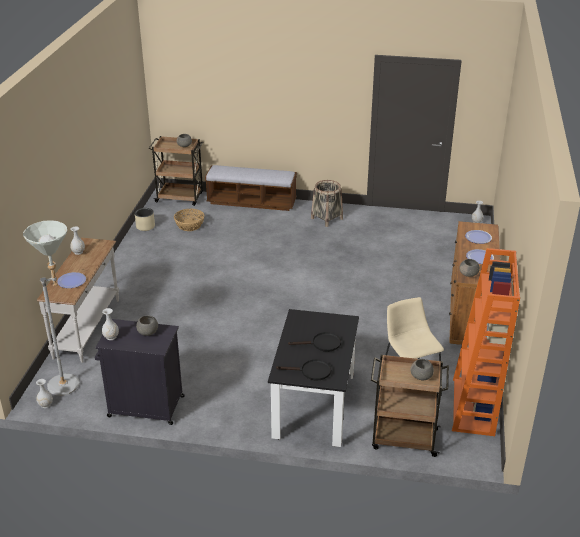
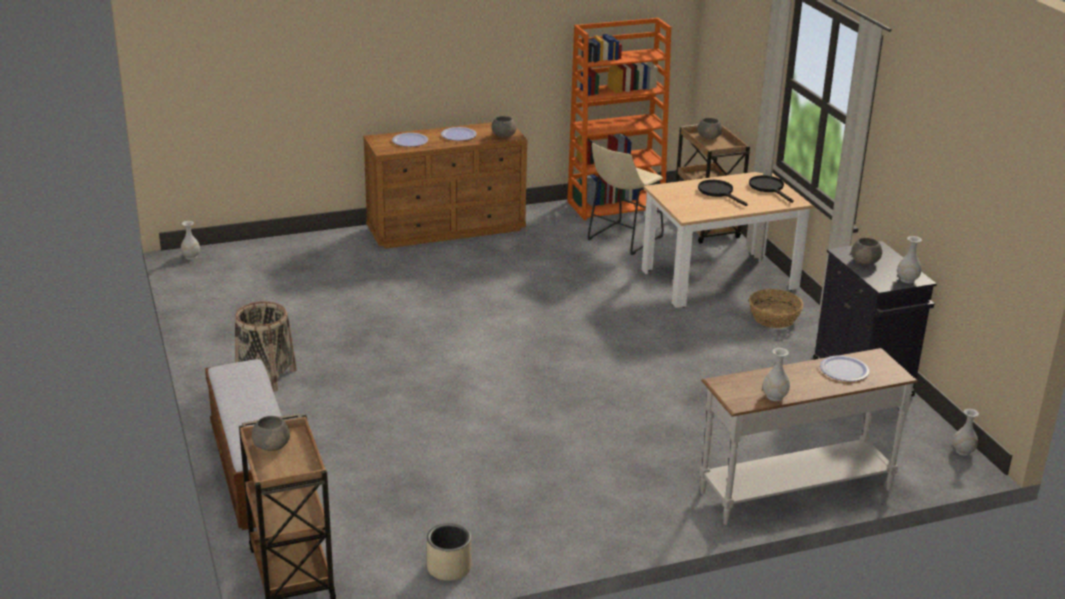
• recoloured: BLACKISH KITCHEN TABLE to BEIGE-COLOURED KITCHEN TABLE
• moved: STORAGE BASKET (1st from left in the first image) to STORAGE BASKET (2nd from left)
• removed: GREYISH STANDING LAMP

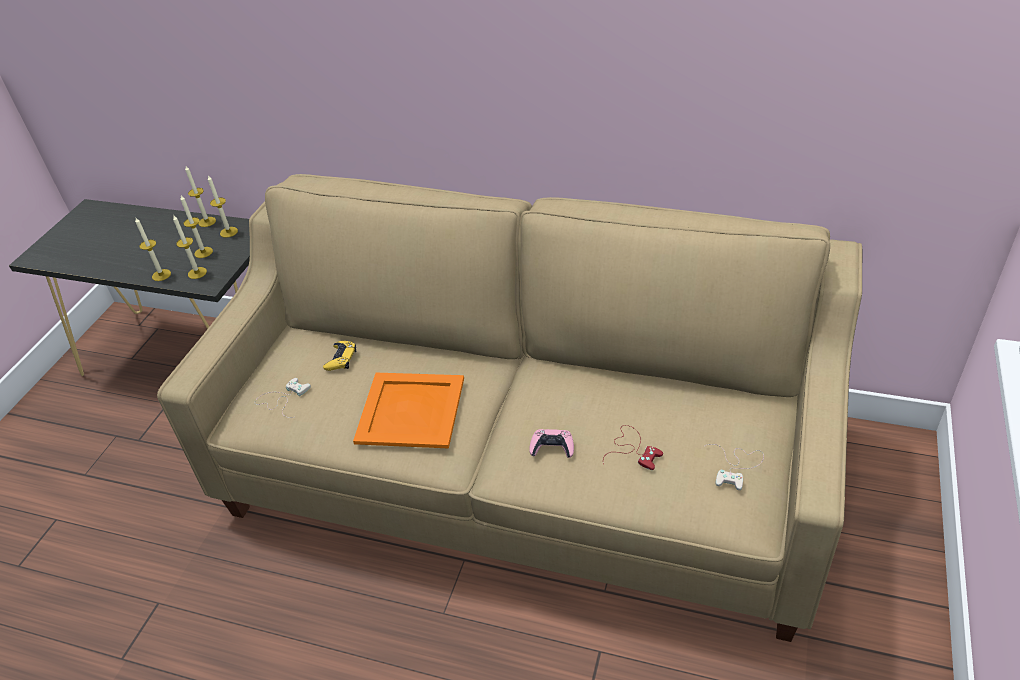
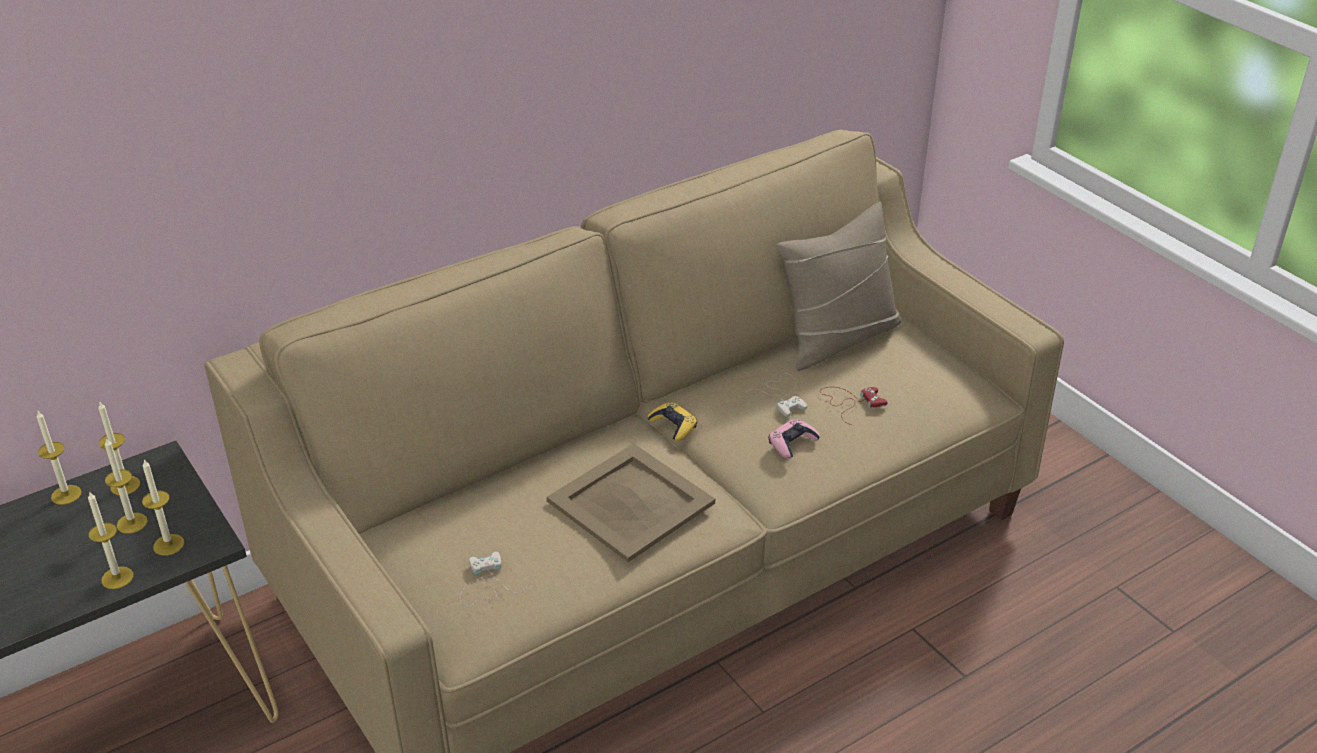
• recoloured: ORANGEY TRAY to BEIGE-COLOURED TRAY
• moved: YELLOWISH JOYPAD
• moved: WHITE JOYPAD (2nd from left)
• added: BEIGE-COLOURED THROW PILLOW

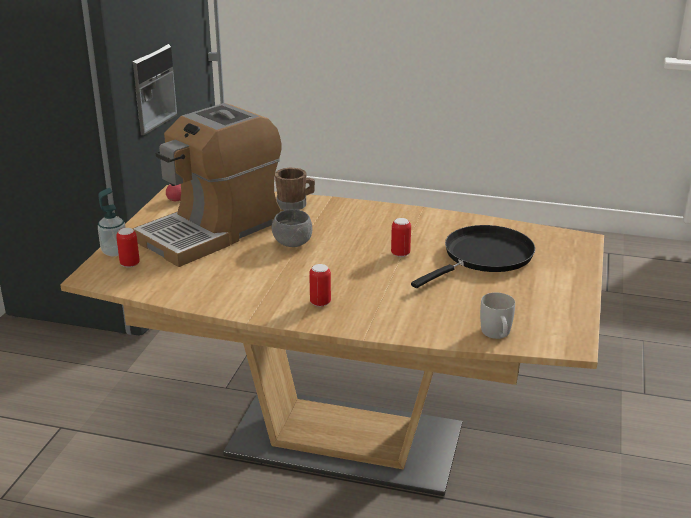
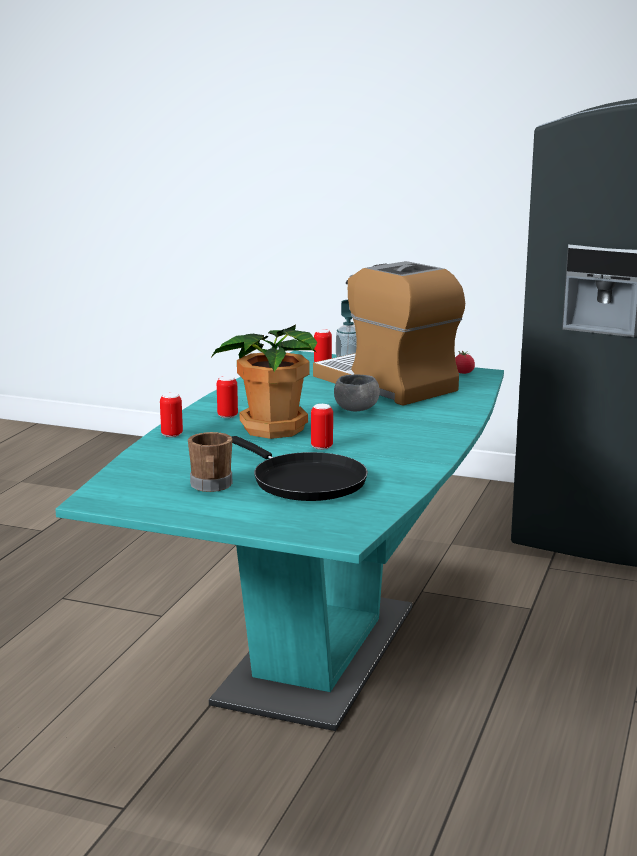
• recoloured: BROWN KITCHEN TABLE to BLUE-GREEN KITCHEN TABLE
• added: SEALED CAN (1st from left)
• moved: BROWN MUG
• added: POTTED PLANT
• removed: WHITE MUG

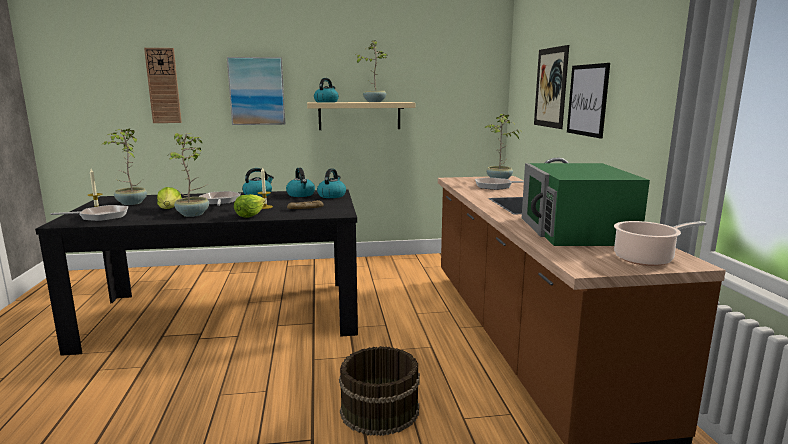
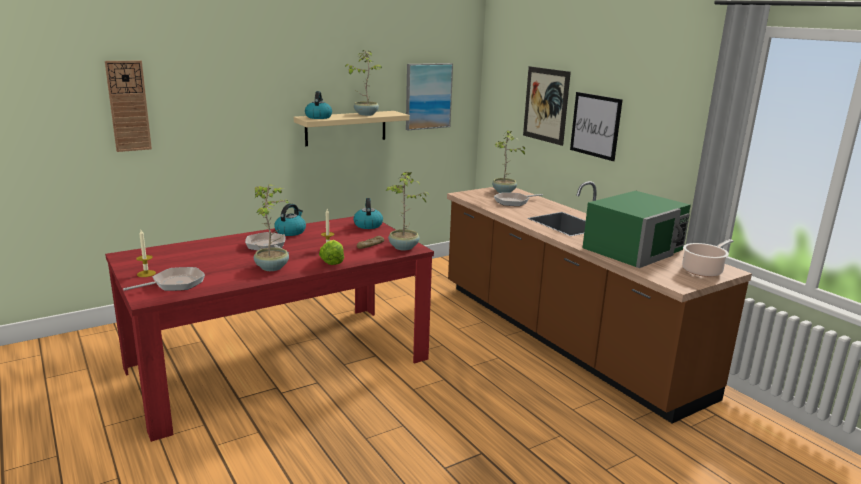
• recoloured: BLACKISH KITCHEN TABLE to RED KITCHEN TABLE
• moved: POTTED PLANT (1st from left in the first image) to POTTED PLANT (3rd from left)
• moved: WALL ART (1st from left)
• turned: GREEN-COLOURED KITCHEN MICROWAVE 105 degrees counterclockwise
• removed: HEAD OF LETTUCE (1st from left)
• removed: TEA KETTLE (2nd from left)
• removed: BROWN WATER BUCKET

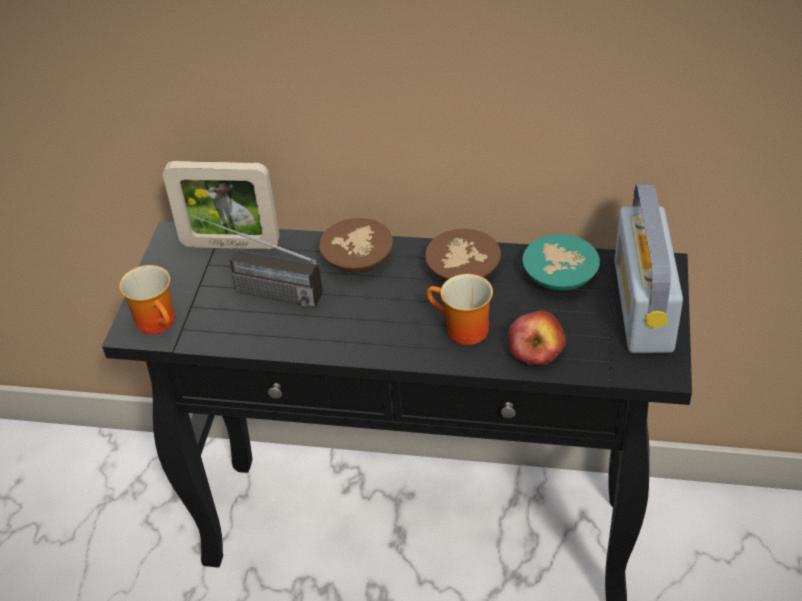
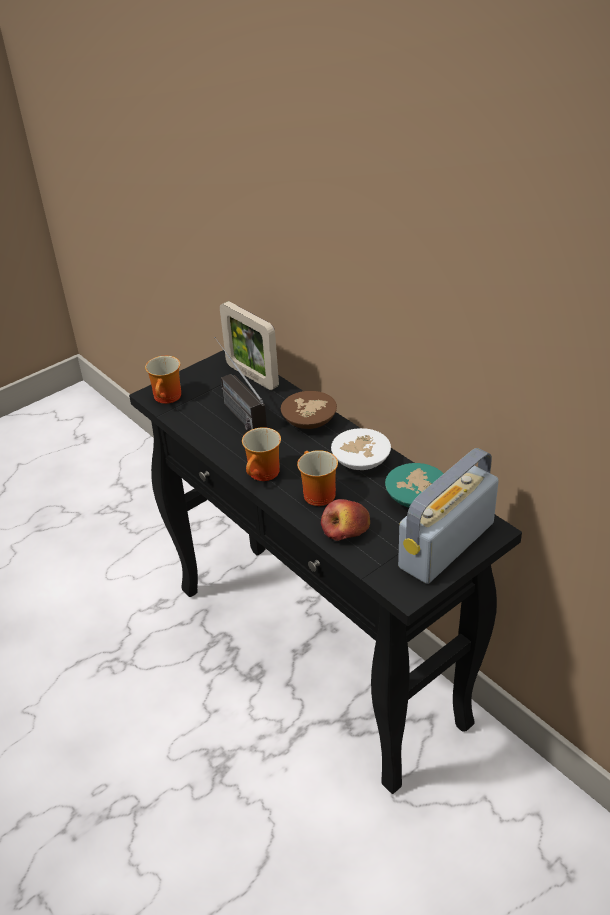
• added: MUG (2nd from left)
• recoloured: BROWN SERVING BOWL (2nd from left) to WHITE SERVING BOWL

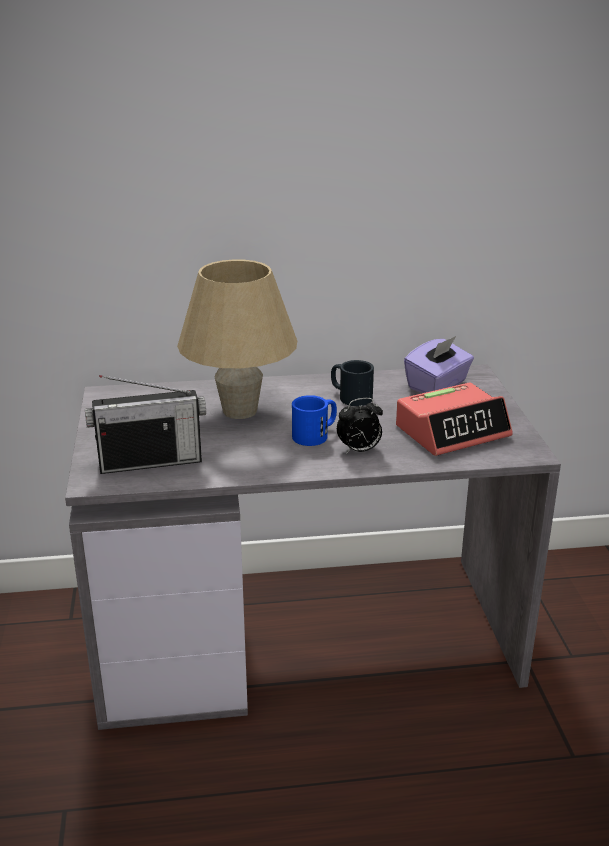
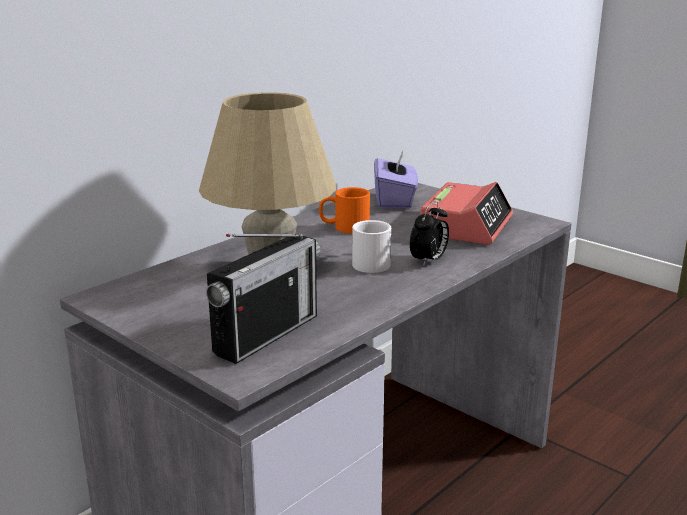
• recoloured: BLACKISH MUG to ORANGEY MUG
• recoloured: BLUE-COLOURED MUG to WHITE MUG

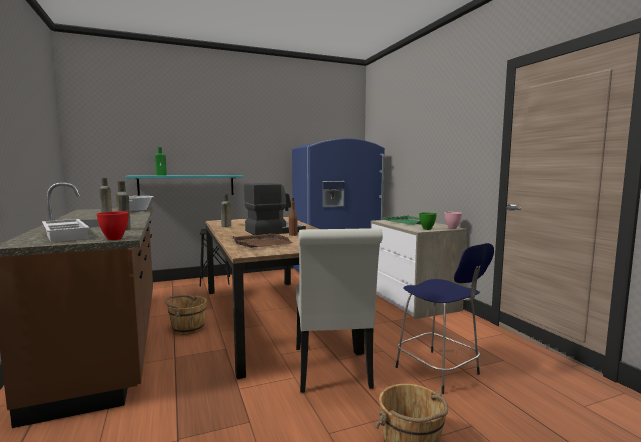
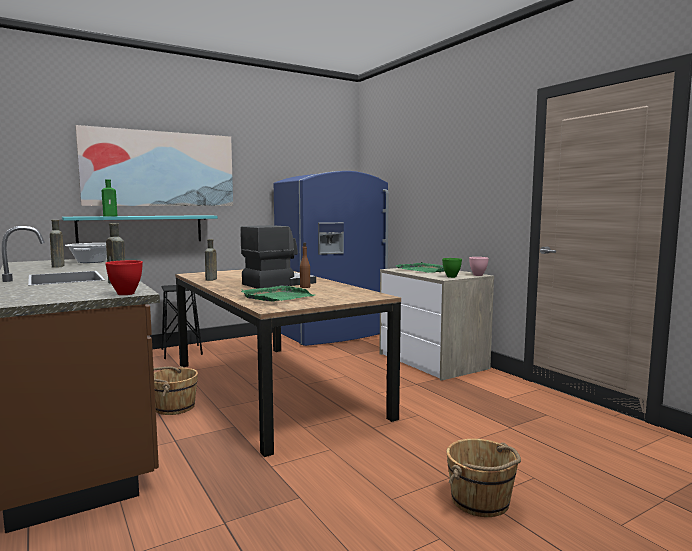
• added: WALL ART
• recoloured: BROWN TRAY to GREEN-COLOURED TRAY (1st from left)
• removed: WHITE TRAY
• removed: WHITE CHAIR
• removed: BLUE-COLOURED STOOL SEAT

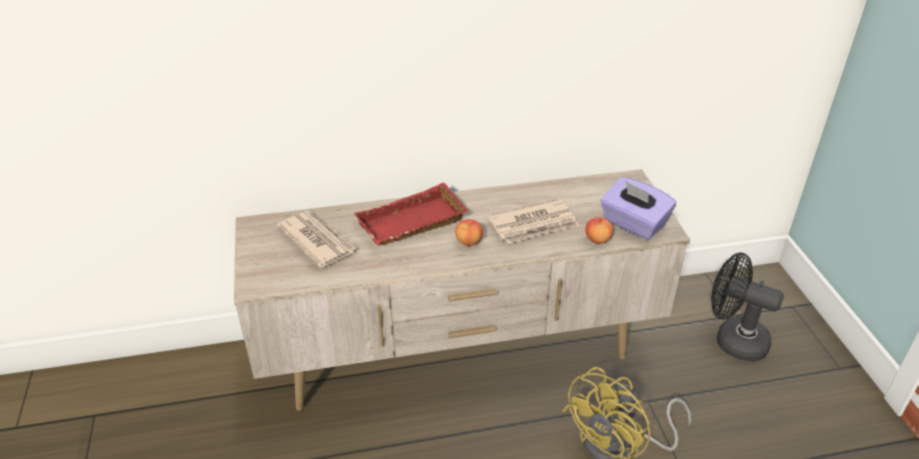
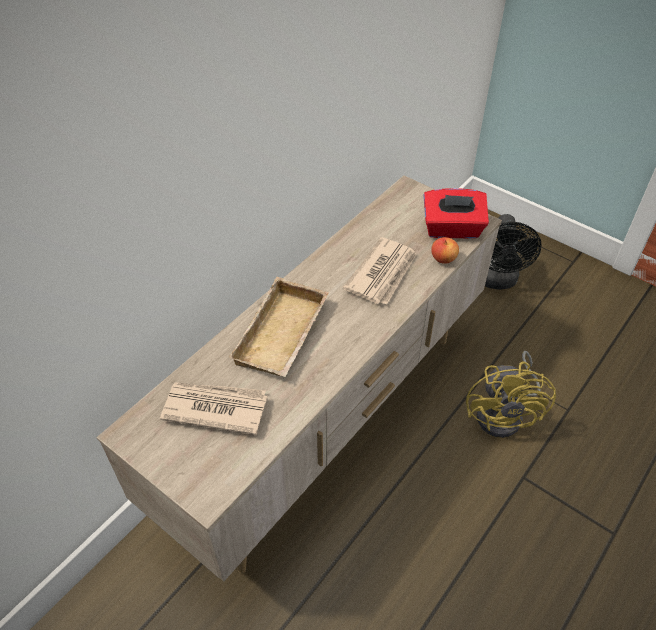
• recoloured: RED TRAY to BEIGE-COLOURED TRAY
• recoloured: PURPLISH TISSUE HOLDER to RED TISSUE HOLDER
• turned: BLACKISH COOLING FAN 75 degrees counterclockwise
• removed: APPLE FRUIT (1st from left)

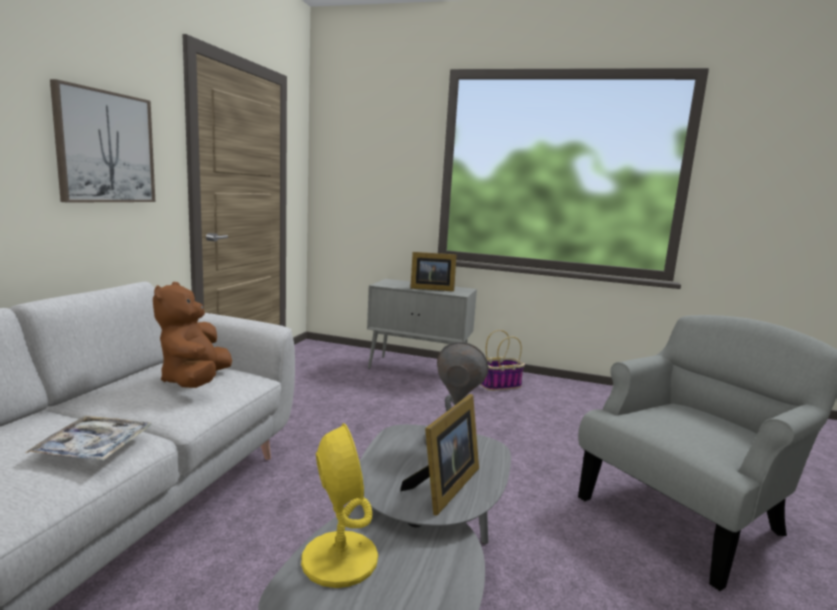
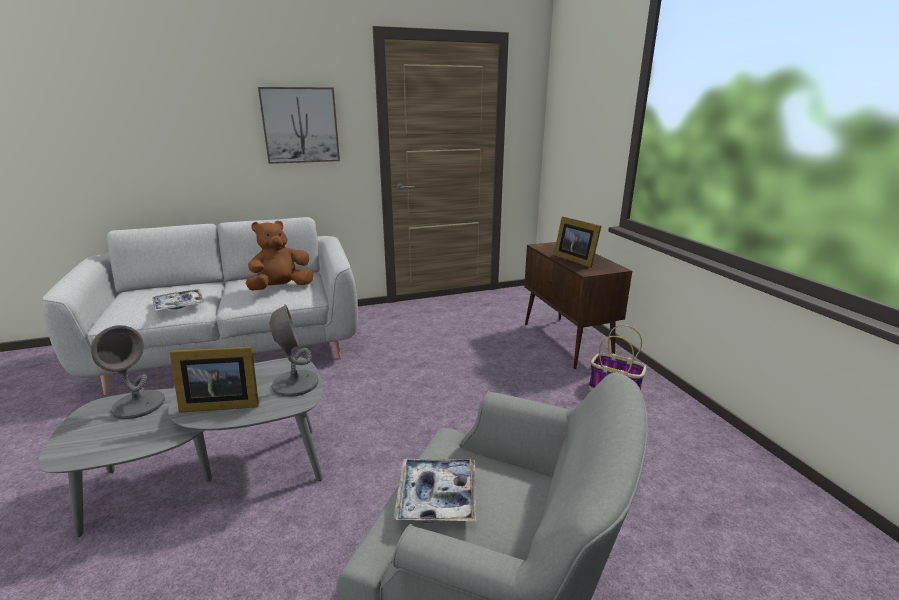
• recoloured: YELLOWISH LAMP FOR A TABLE to GREYISH LAMP FOR A TABLE (1st from left)
• added: TRAY (2nd from left)
• recoloured: GREYISH CUPBOARD to BROWN CUPBOARD

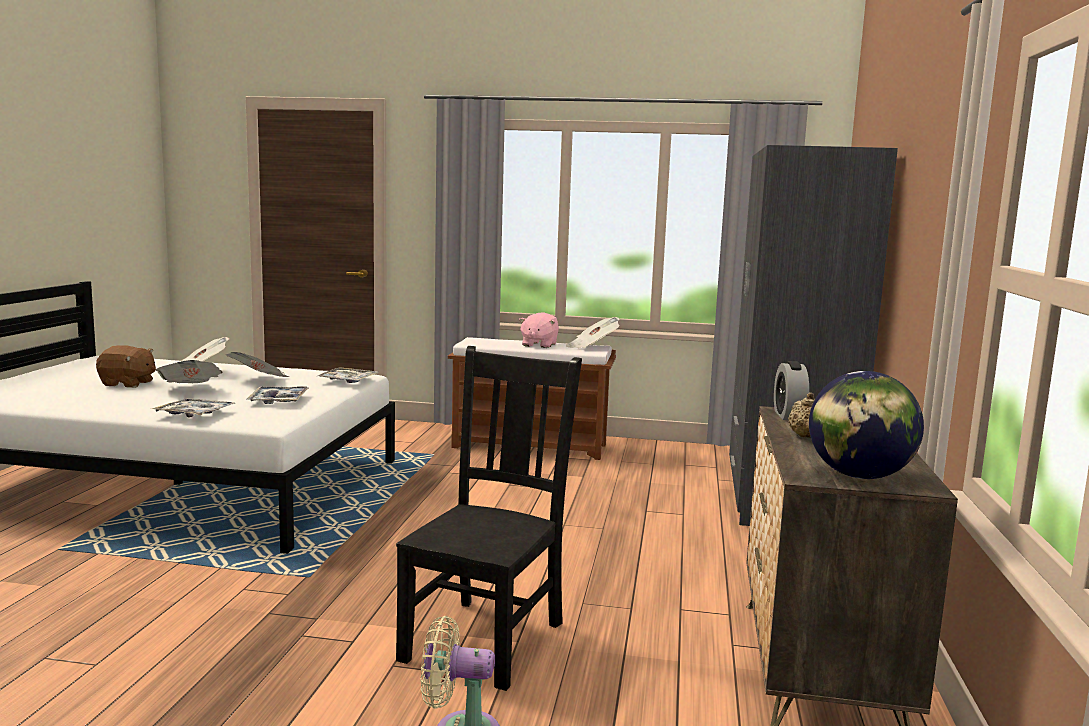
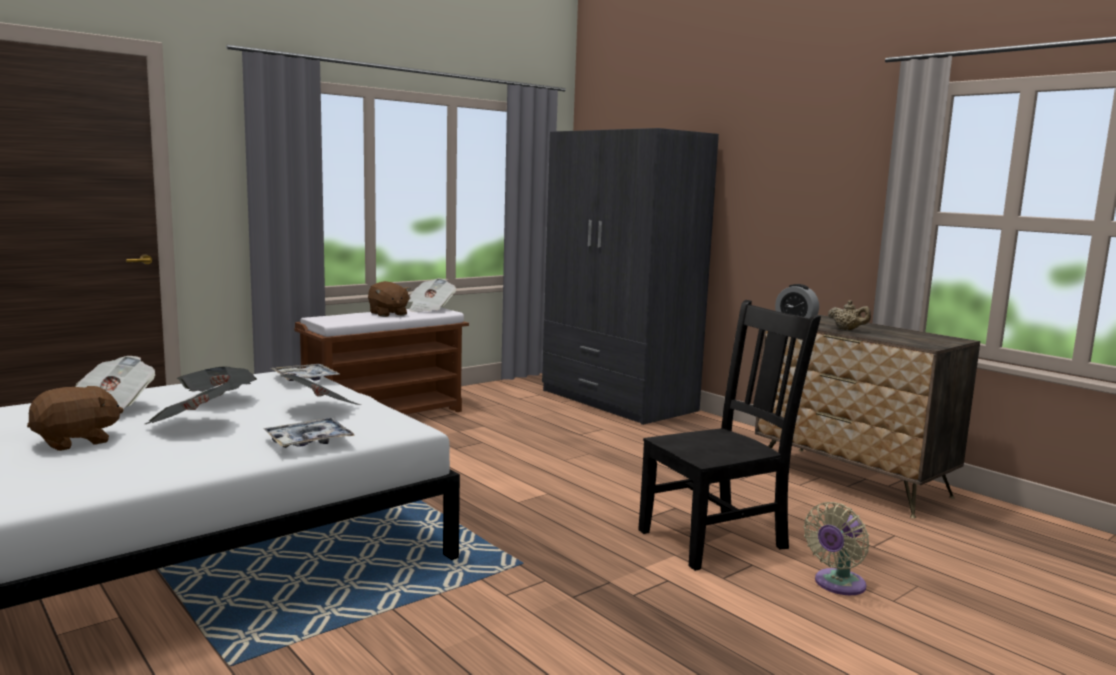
• replaced: TRAY (2nd from left) to DAILY PAPER (4th from left)
• recoloured: PINKISH SOFT TOY to BROWN SOFT TOY (2nd from left)
• turned: BLACKISH CHAIR 90 degrees clockwise
• removed: WORLD GLOBE

